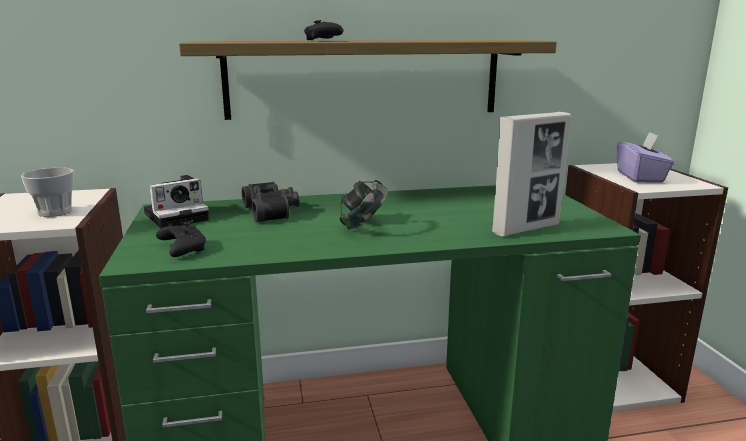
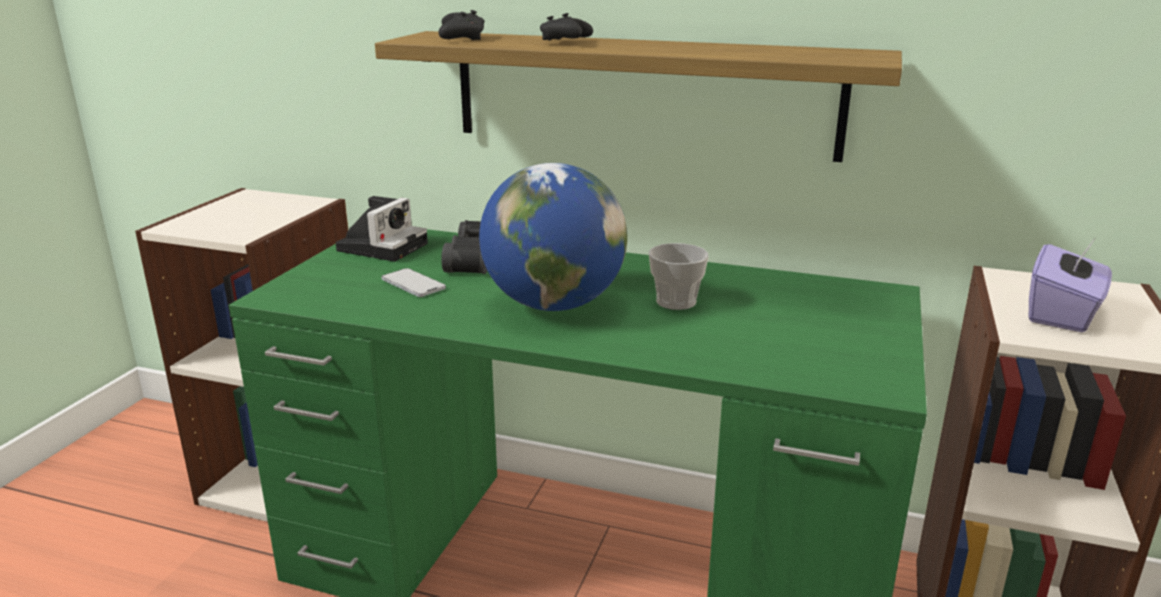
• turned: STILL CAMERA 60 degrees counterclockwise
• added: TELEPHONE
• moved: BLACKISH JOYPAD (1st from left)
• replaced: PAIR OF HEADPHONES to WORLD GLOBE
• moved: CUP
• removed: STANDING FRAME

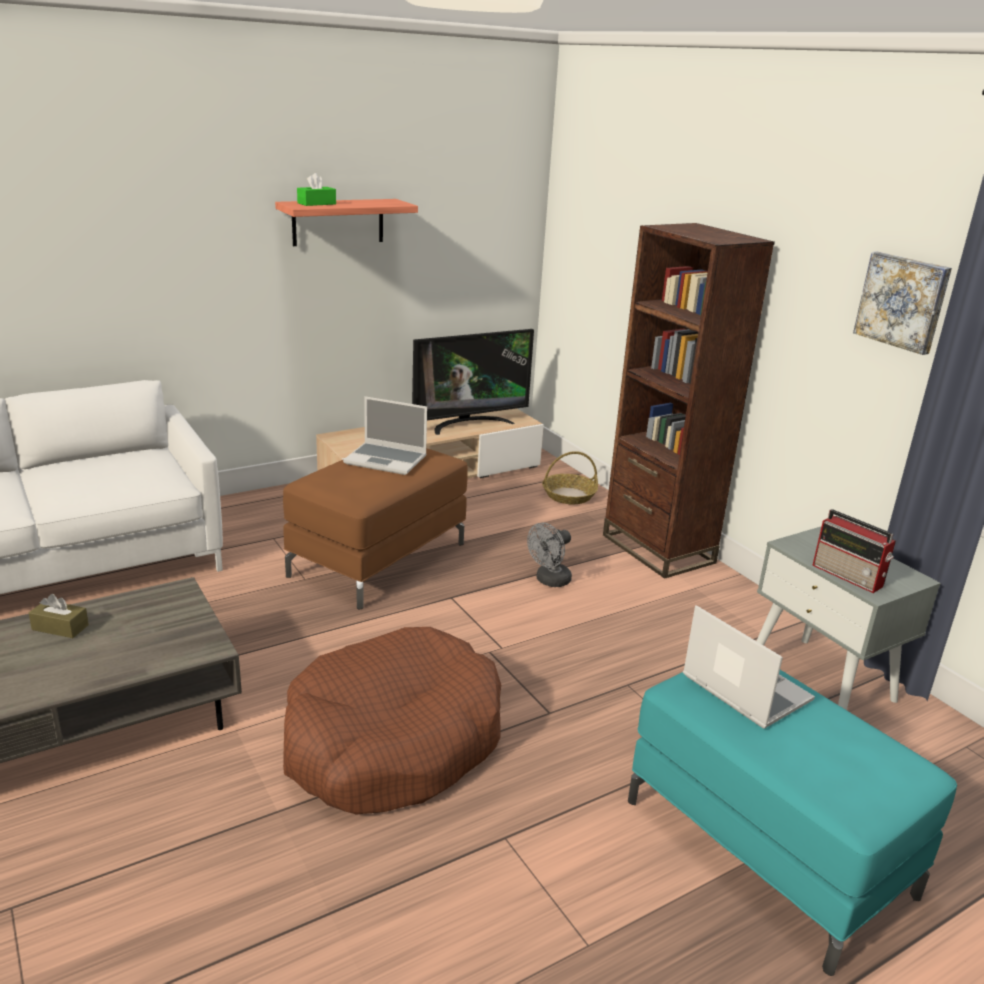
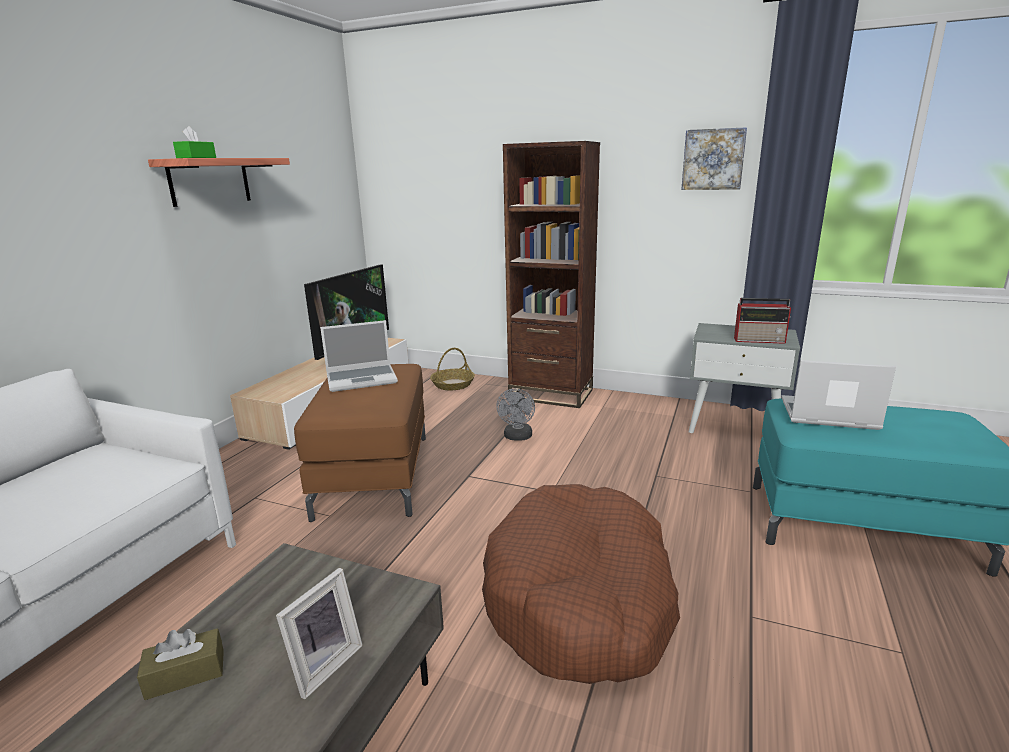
• added: STANDING FRAME

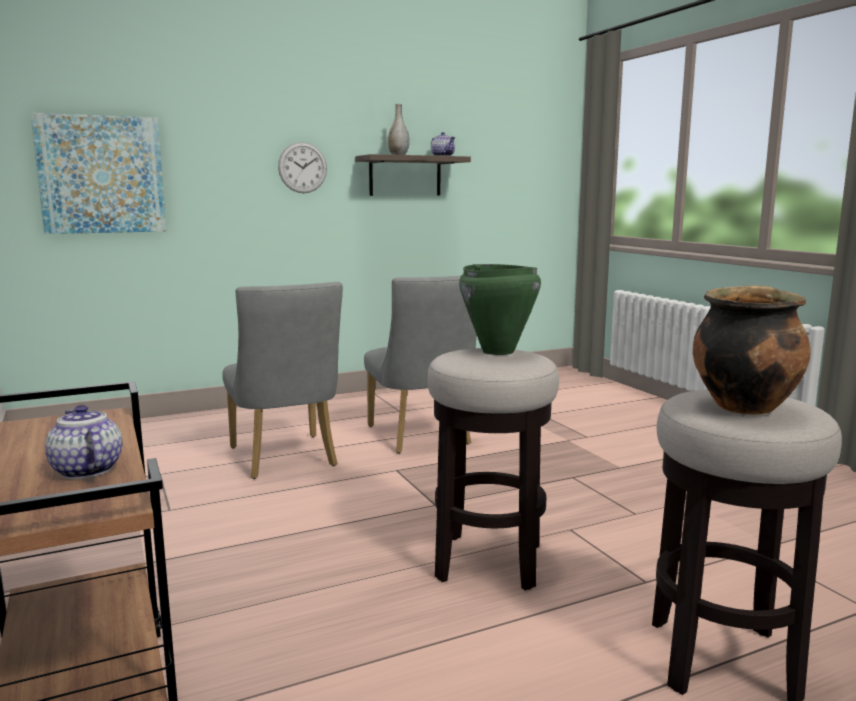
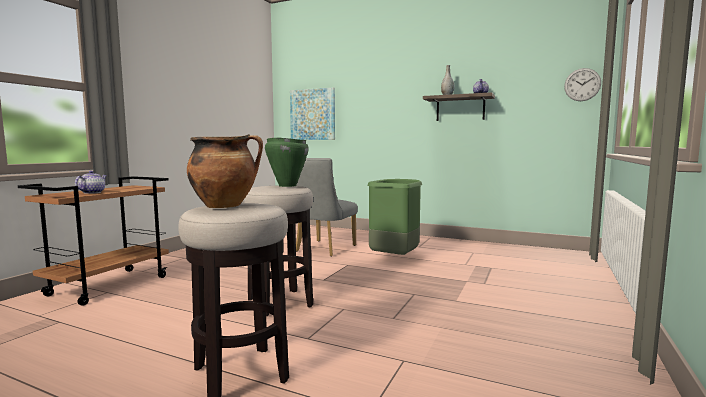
• replaced: GREYISH CHAIR (2nd from left) to GREEN-COLOURED RUBBISH BIN
• moved: WALL CLOCK

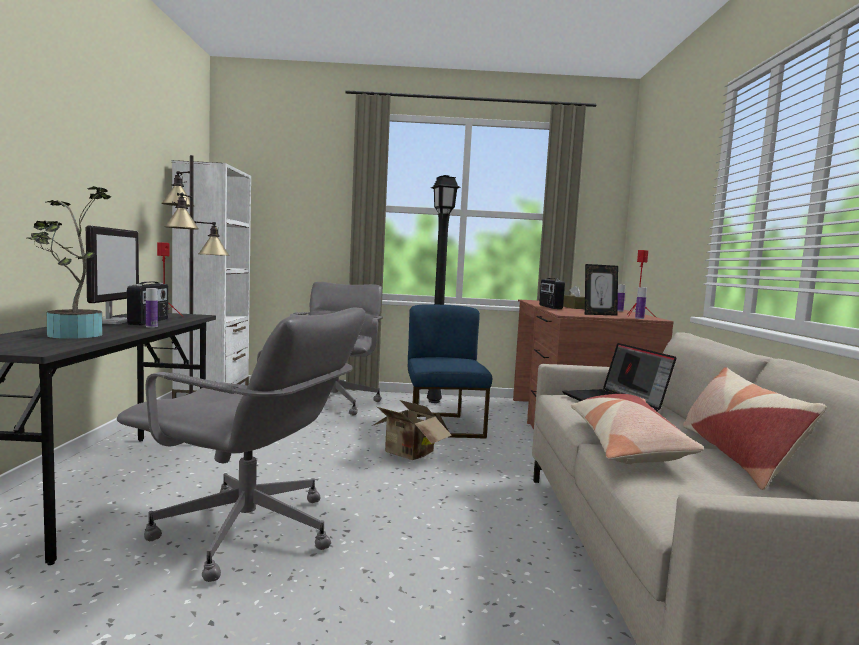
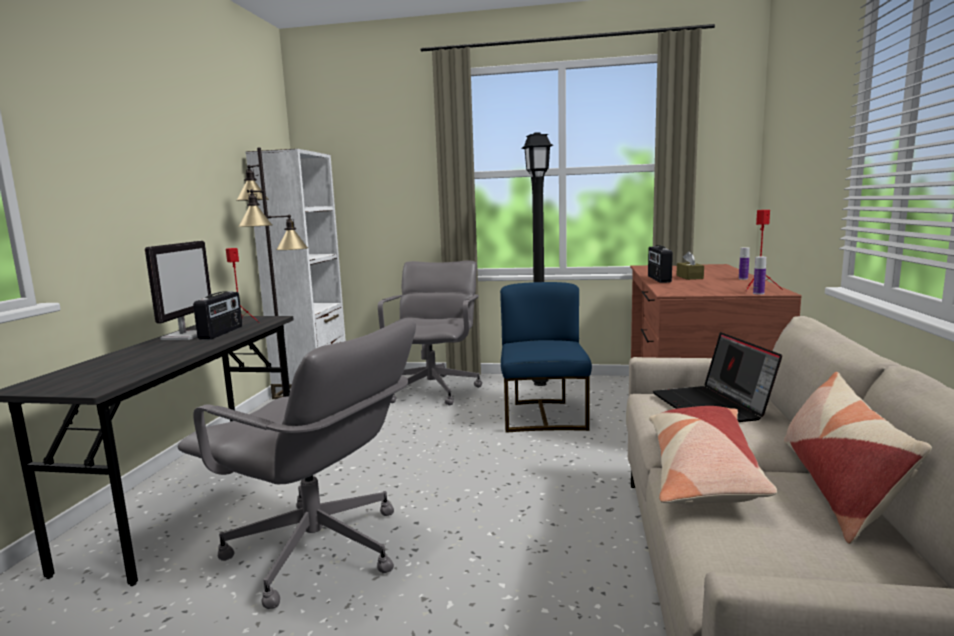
• removed: POTTED PLANT
• removed: BEVERAGE BOTTLE (1st from left)
• removed: CARDBOARD BOX
• removed: STANDING FRAME

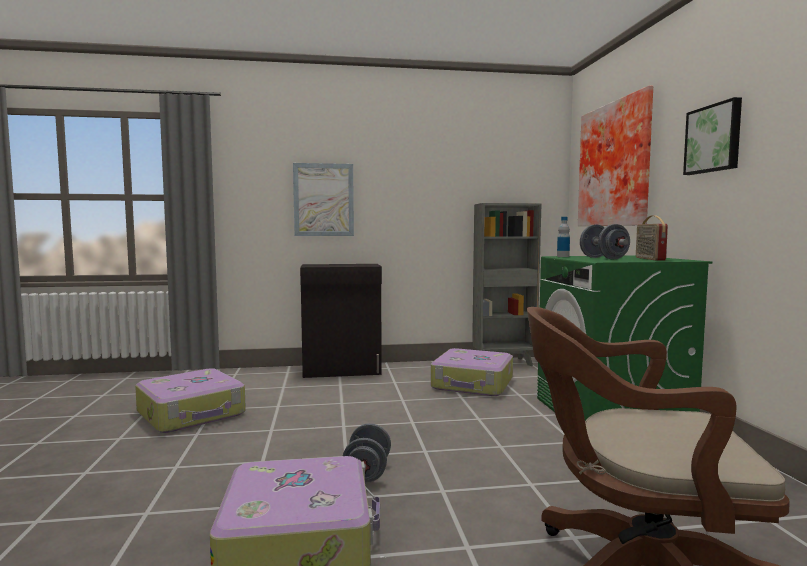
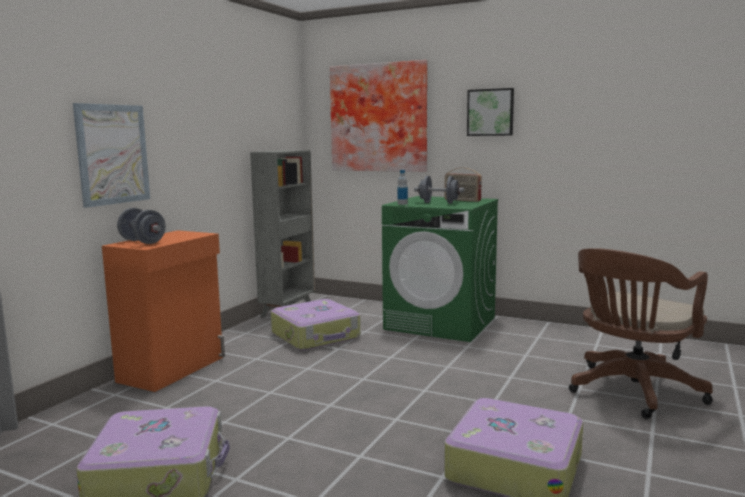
• recoloured: BLACKISH CUPBOARD to ORANGEY CUPBOARD
• moved: GREYISH HAND WEIGHT (1st from left)

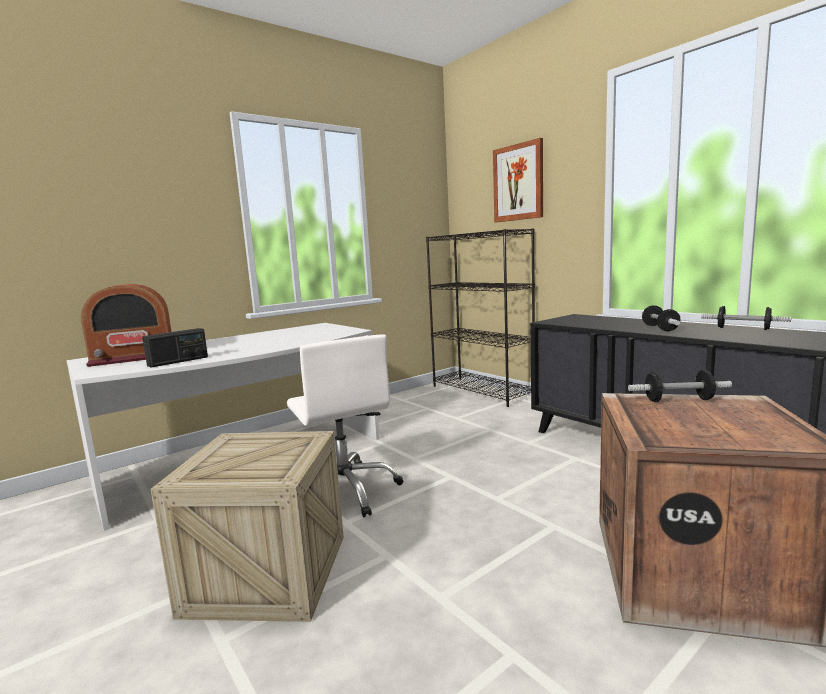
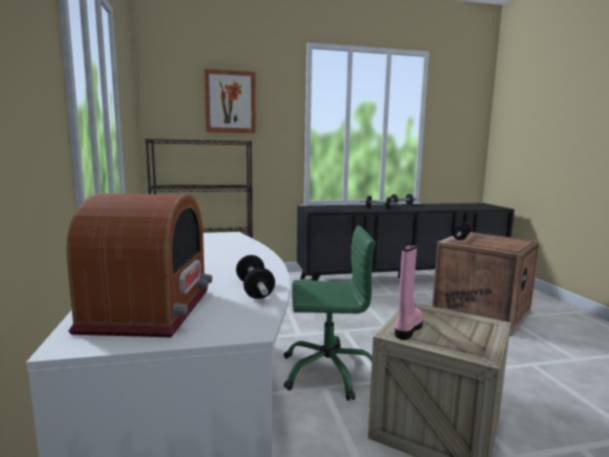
• replaced: RADIO (2nd from left) to HAND WEIGHT (1st from left)
• recoloured: WHITE DESK CHAIR to GREEN-COLOURED DESK CHAIR
• added: PINKISH HIGH-TOP BOOT

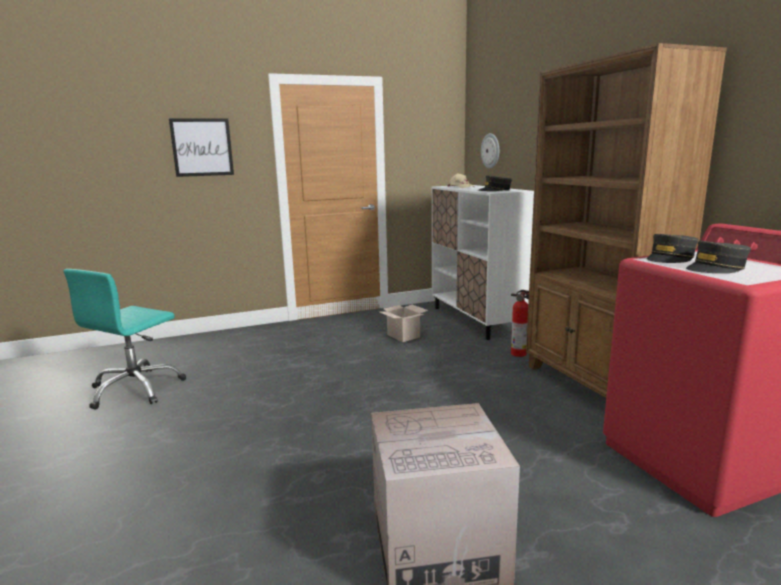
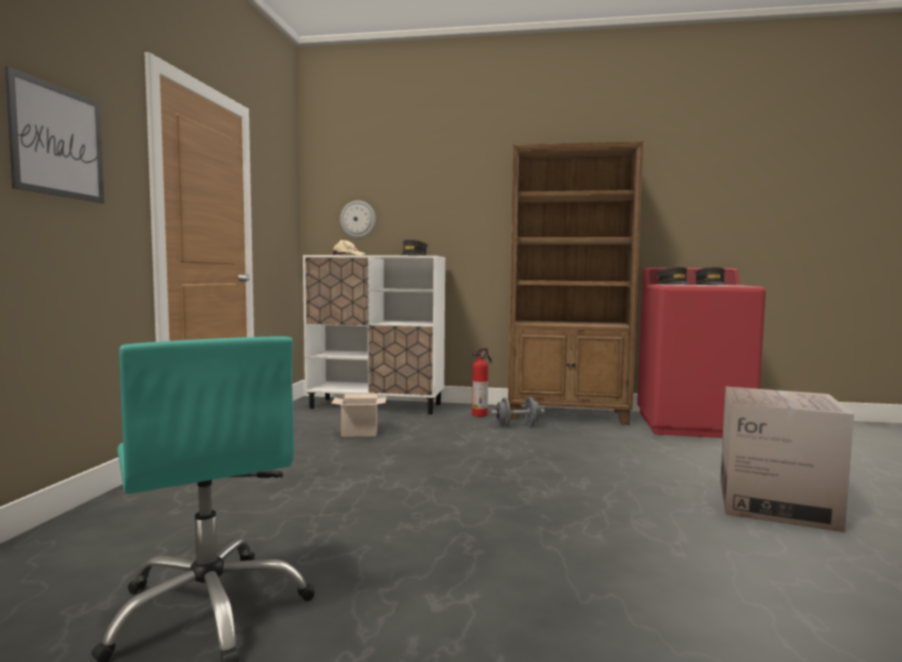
• added: GREYISH HAND WEIGHT

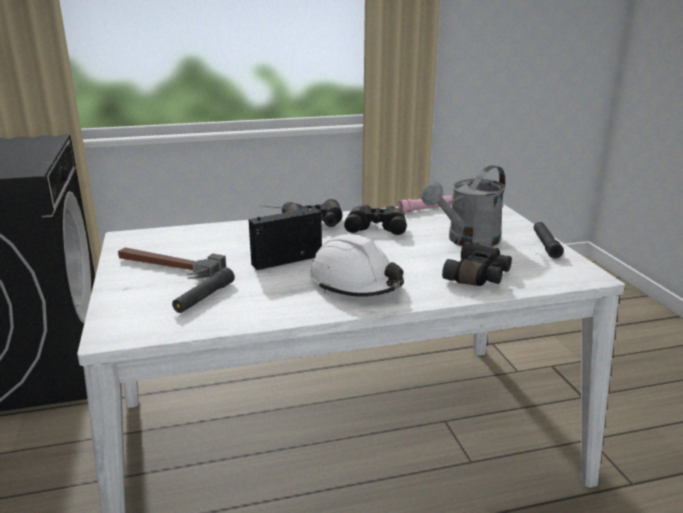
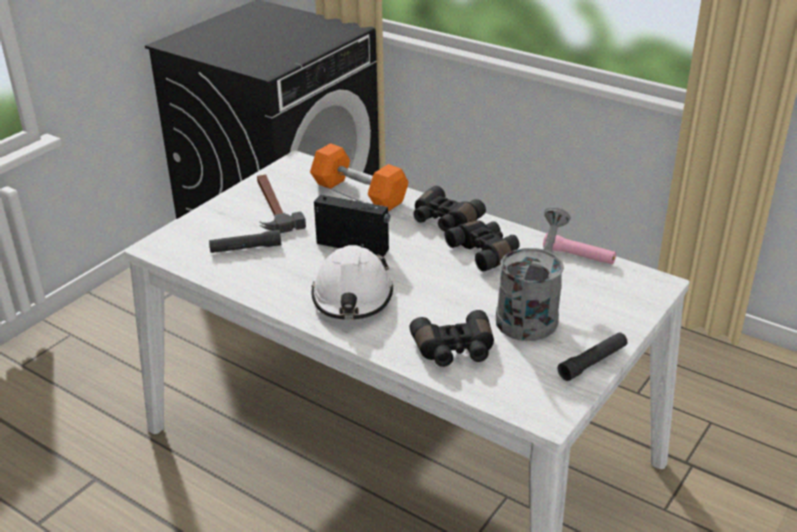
• added: ORANGEY HAND WEIGHT
• turned: GREYISH SPRINKLING CAN 105 degrees clockwise

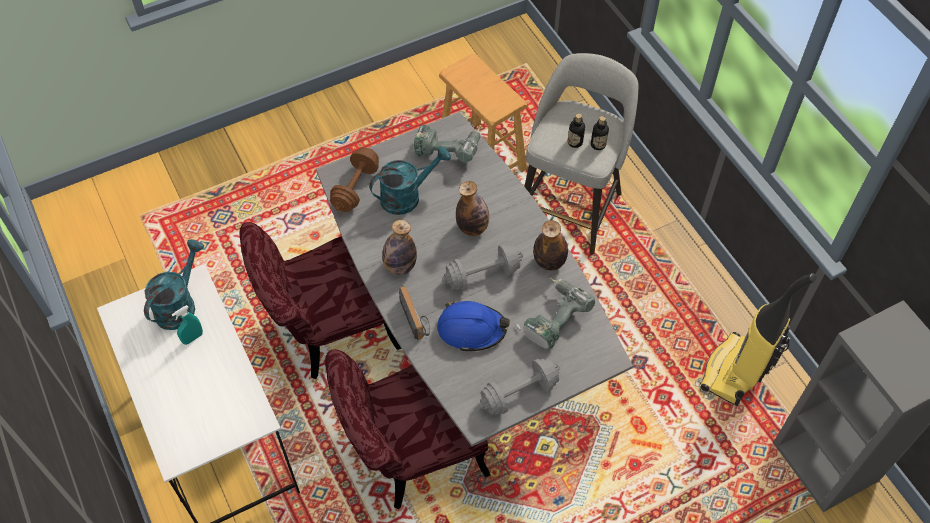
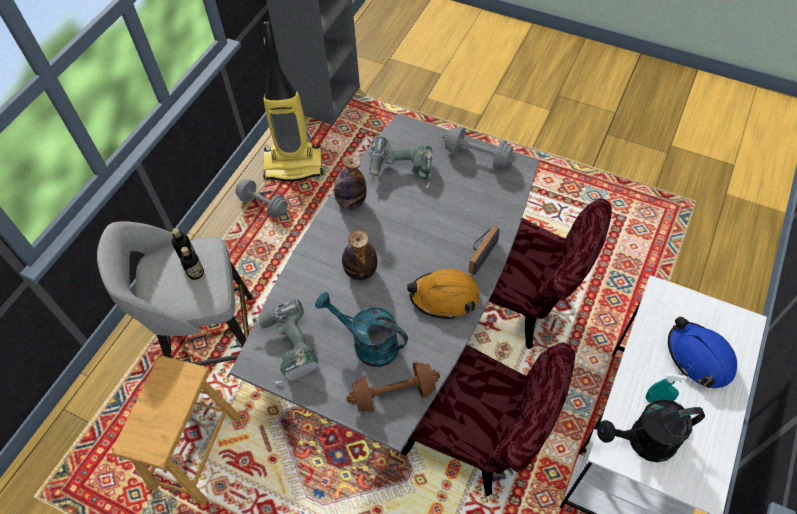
• moved: GREYISH HAND WEIGHT (1st from left)
• replaced: BEVERAGE BOTTLE (1st from left) to ORANGEY SAFETY HELMET
• recoloured: BLUE-GREEN SPRINKLING CAN (1st from left) to BLACKISH SPRINKLING CAN
• moved: BLUE-COLOURED SAFETY HELMET

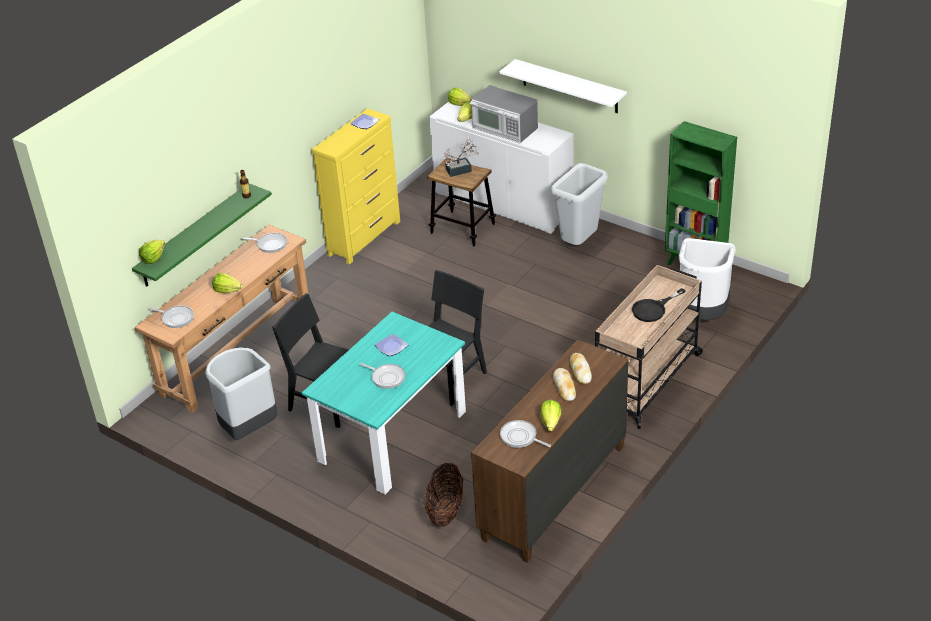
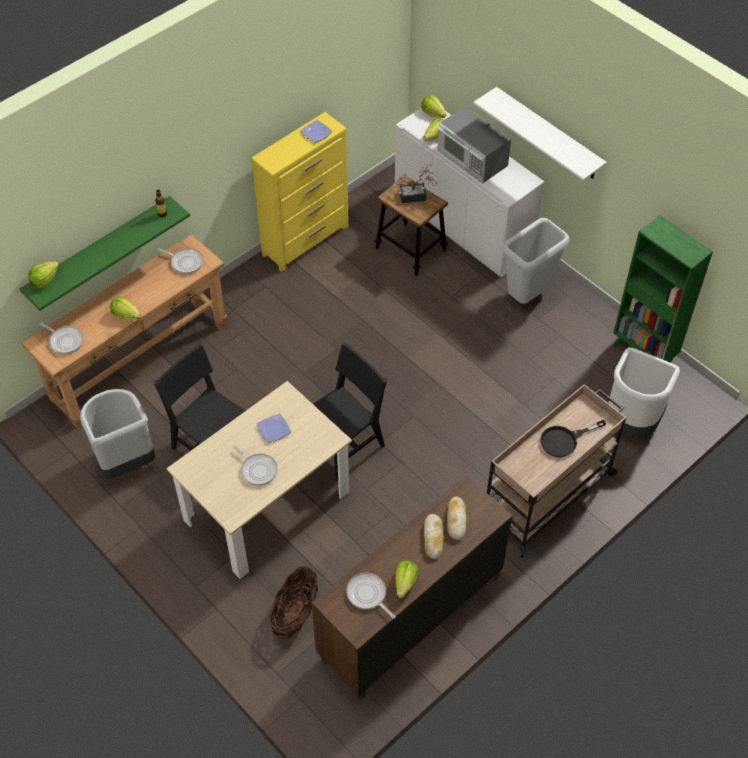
• recoloured: BLUE-GREEN KITCHEN TABLE to BEIGE-COLOURED KITCHEN TABLE

